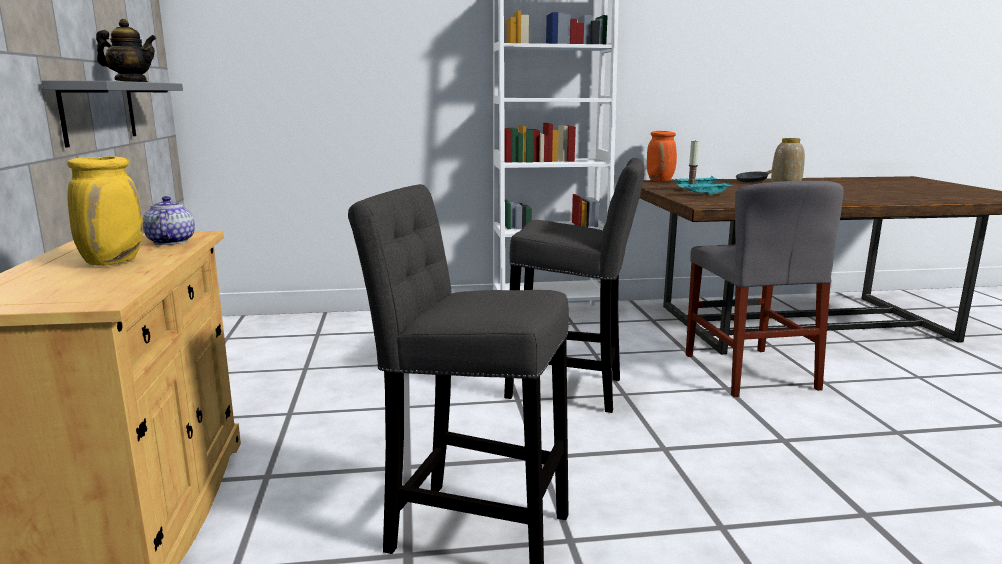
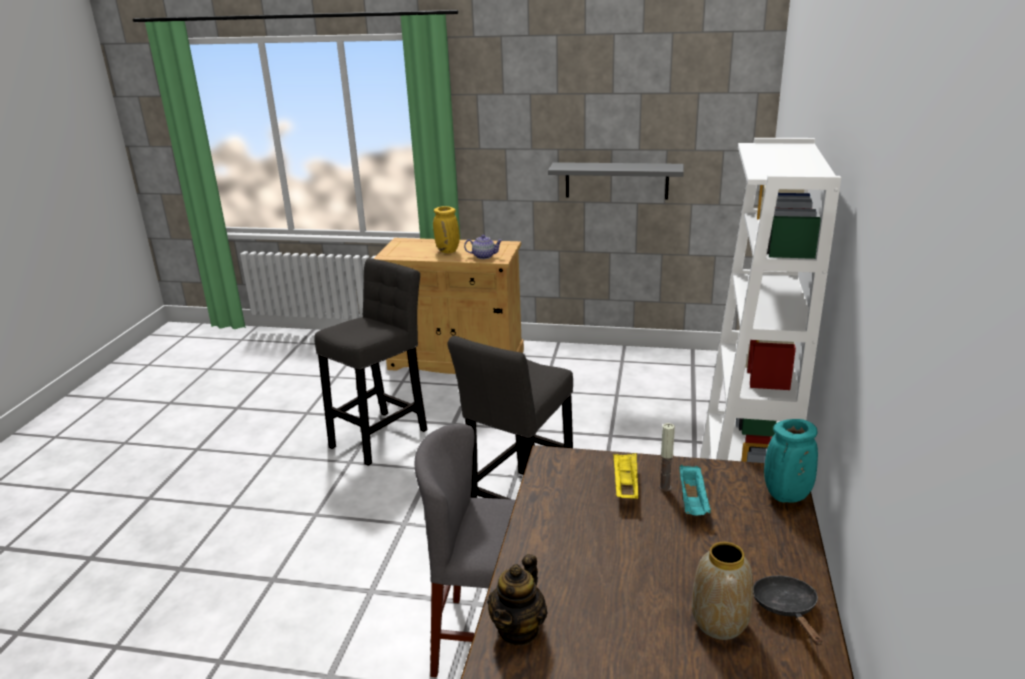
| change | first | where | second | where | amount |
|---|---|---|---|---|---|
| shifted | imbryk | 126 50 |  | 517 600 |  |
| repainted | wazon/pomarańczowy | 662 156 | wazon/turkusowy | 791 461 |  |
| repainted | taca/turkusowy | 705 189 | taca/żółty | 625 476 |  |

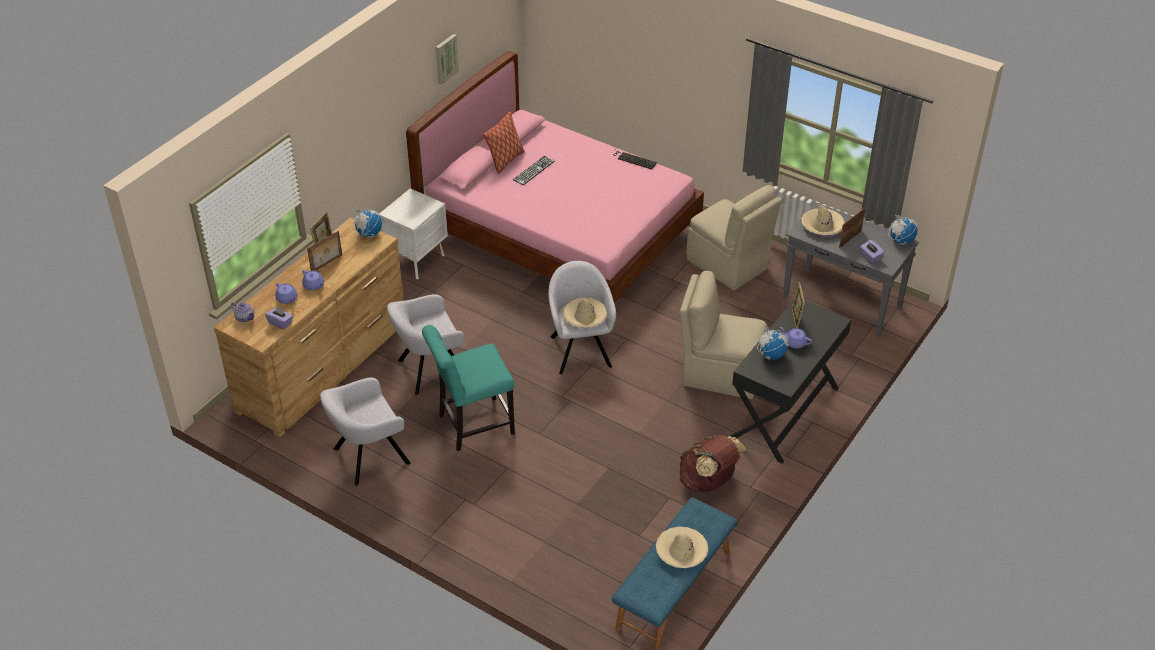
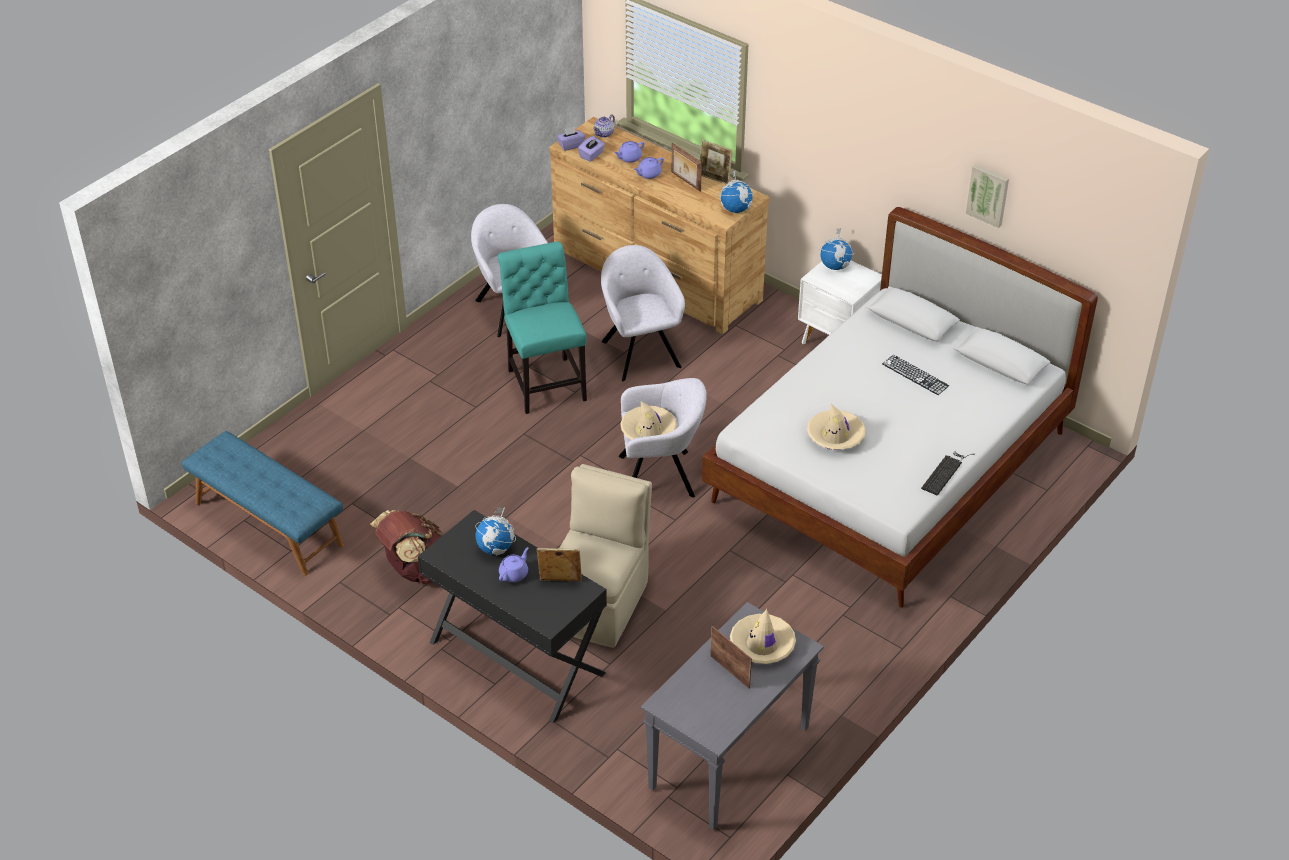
| change | first | where | second | where | amount |
|---|---|---|---|---|---|
| repainted | łóżko/różowy | 555 177 | łóżko/biały | 900 407 |  |
| gone | poduszka | 504 142 |  |  |  |
| gone | krzesło/beżowy | 734 237 |  |  |  |
| shifted | globus | 903 229 |  | 836 249 |  |
| shifted | pudełko chusteczek/fioletowy | 872 251 |  | 571 139 |  |
| shifted | kapelusz/beżowy | 682 547 |  | 836 427 |  |

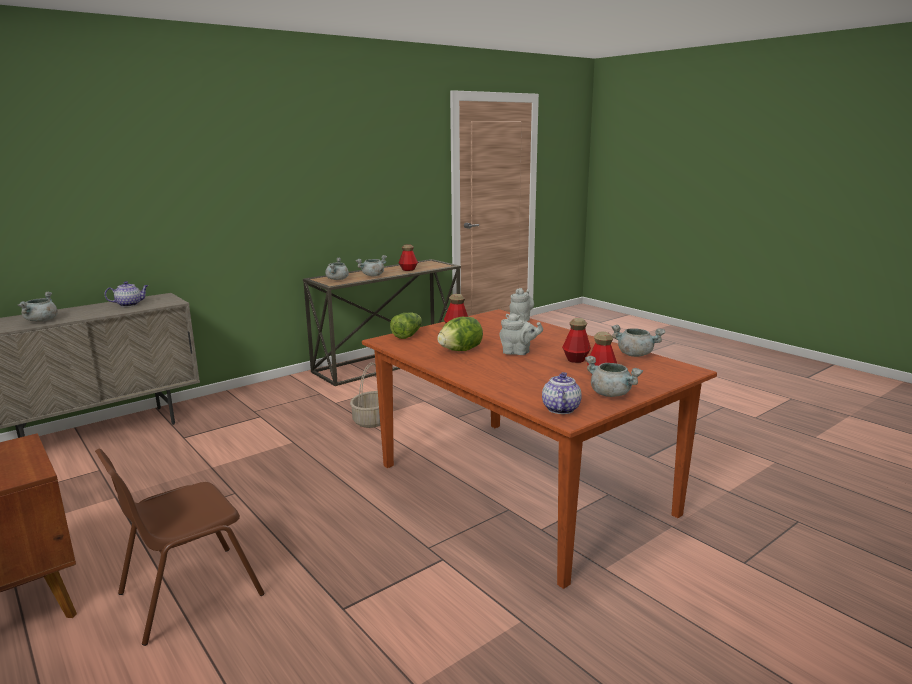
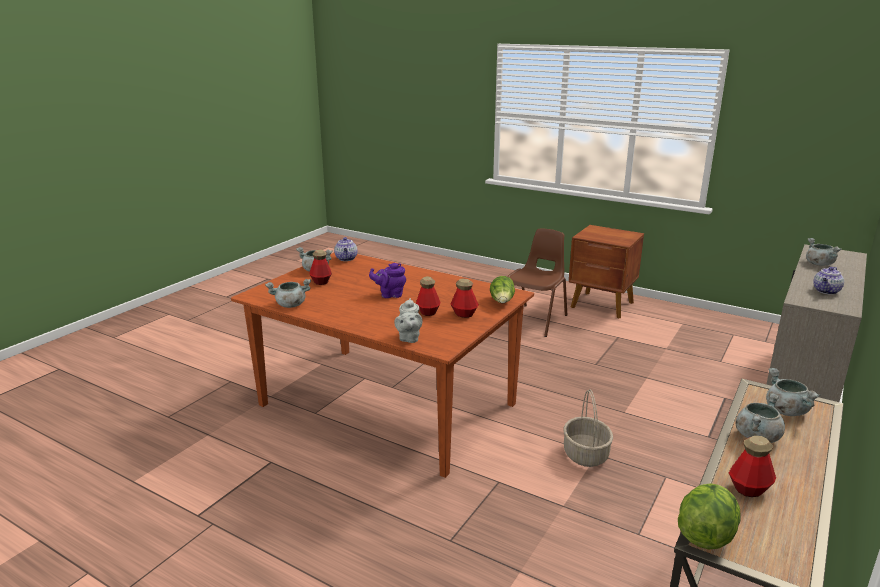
| change | first | where | second | where | amount |
|---|---|---|---|---|---|
| repainted | imbryk/szary | 521 334 | imbryk/fioletowy | 387 280 |  |
| shifted | sałata | 460 334 |  | 709 516 |  |
| shifted | butelka | 576 340 |  | 428 296 |  |

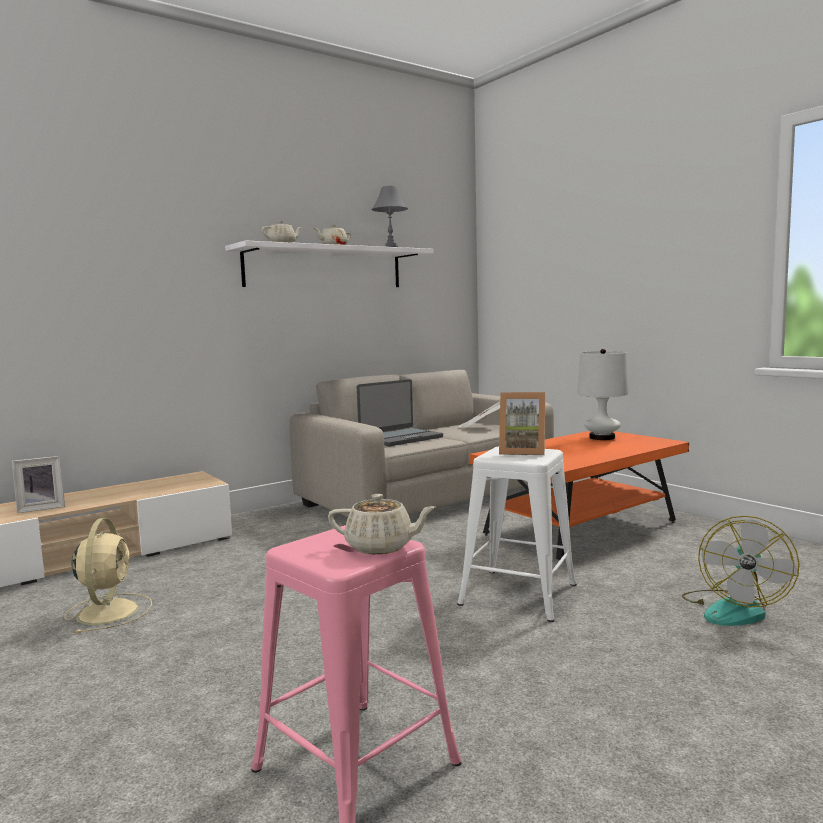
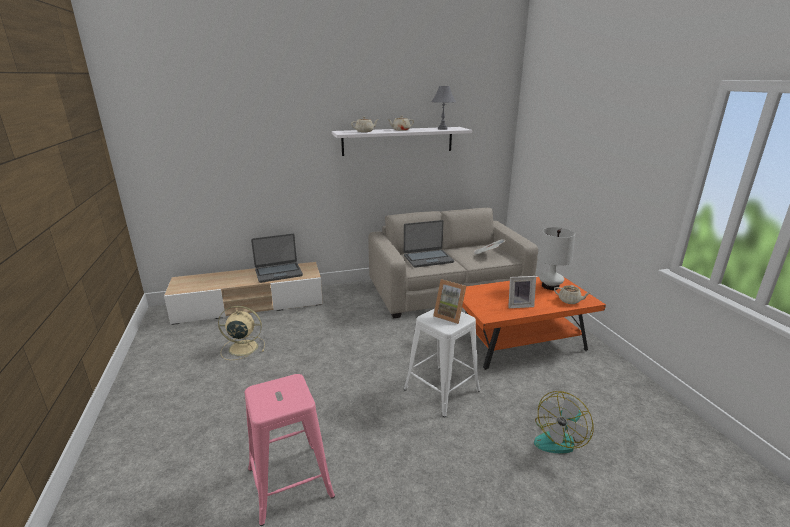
| change | first | where | second | where | amount |
|---|---|---|---|---|---|
| shifted | ramka na zdjęcie | 38 484 |  | 522 292 |  |
| shifted | imbryk/beżowy | 382 524 |  | 572 294 |  |
| rotated | wentylator/beżowy | 108 576 |  | 241 333 | 105 degrees counterclockwise |
| new |  |  | laptop | 277 258 |  |

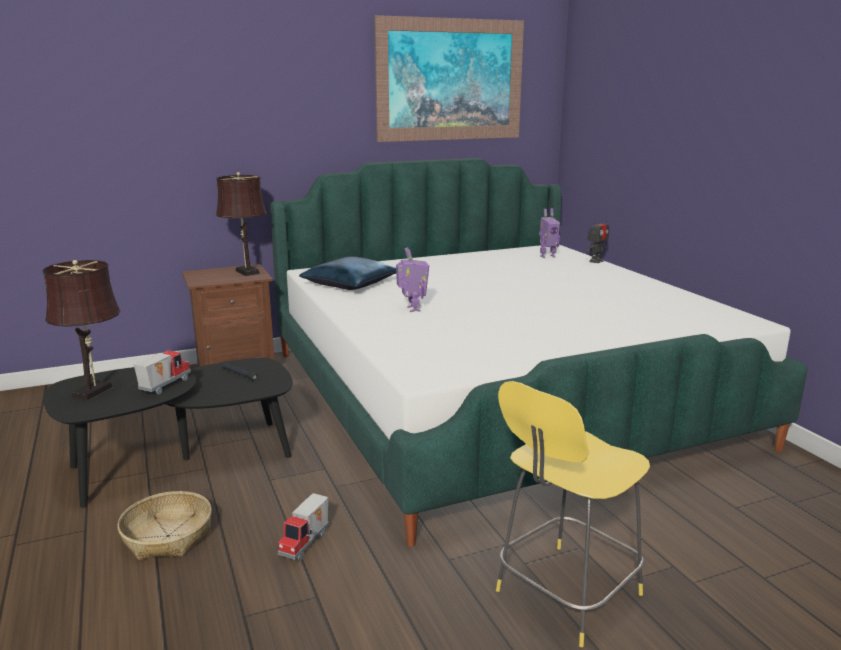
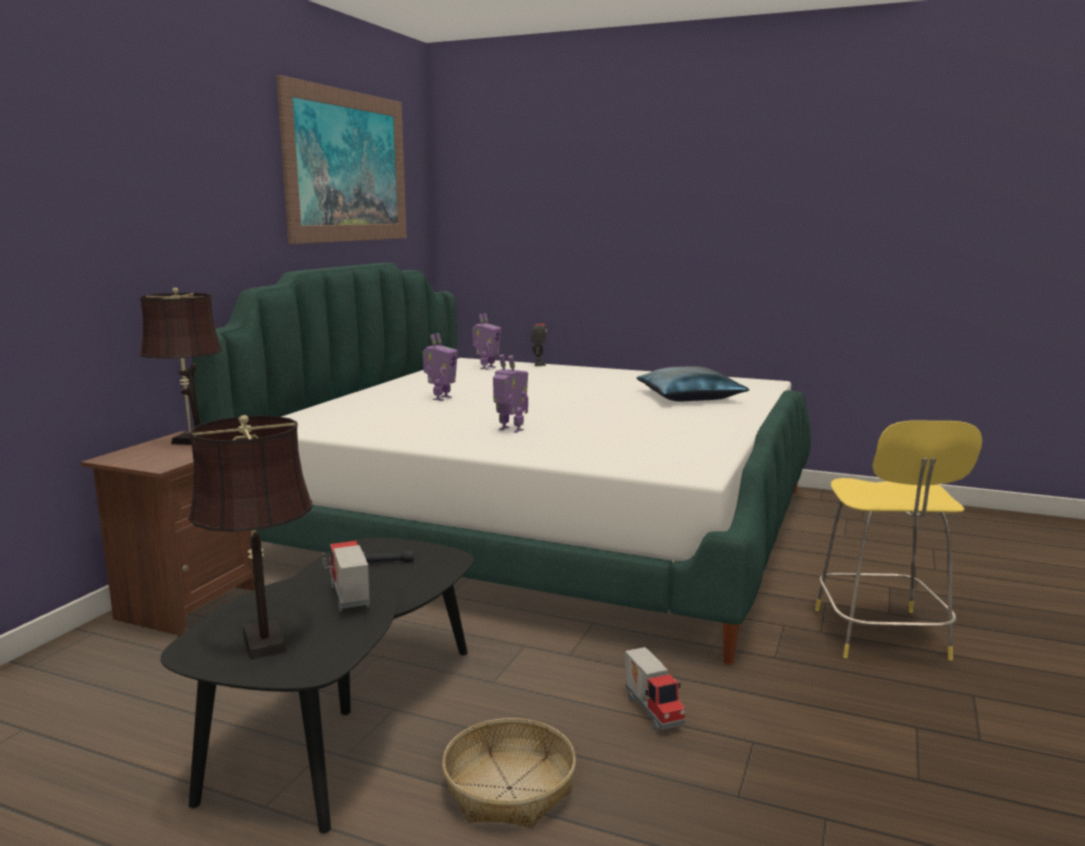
| change | first | where | second | where | amount |
|---|---|---|---|---|---|
| shifted | poduszka/niebieski | 347 273 |  | 692 384 |  |
| new |  |  | robot zabawkowy | 440 367 |  |

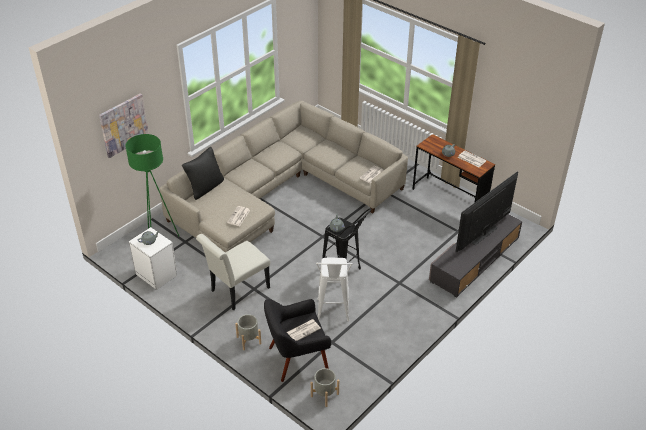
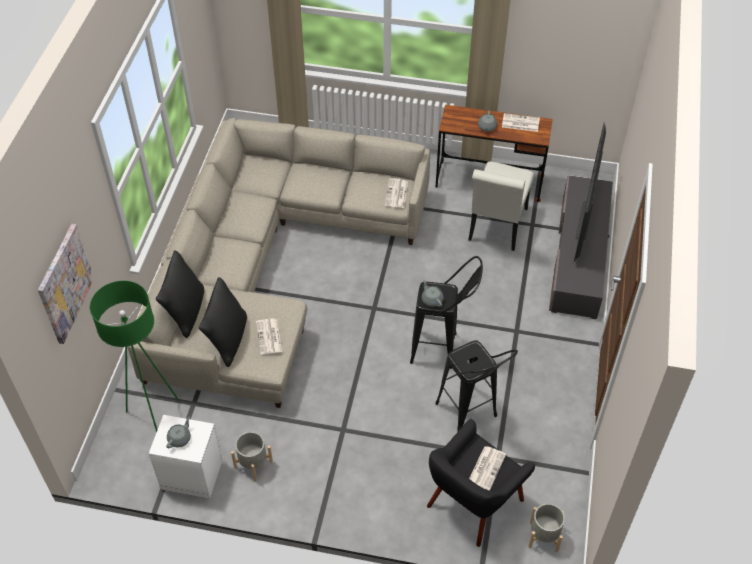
| change | first | where | second | where | amount |
|---|---|---|---|---|---|
| shifted | krzesło/biały | 233 272 |  | 501 206 |  |
| repainted | stołek/biały | 334 289 | stołek/czarny | 476 385 |  |
| shifted | donica/szary | 248 332 |  | 252 456 |  |
| new |  |  | poduszka/czarny | 223 322 |  |

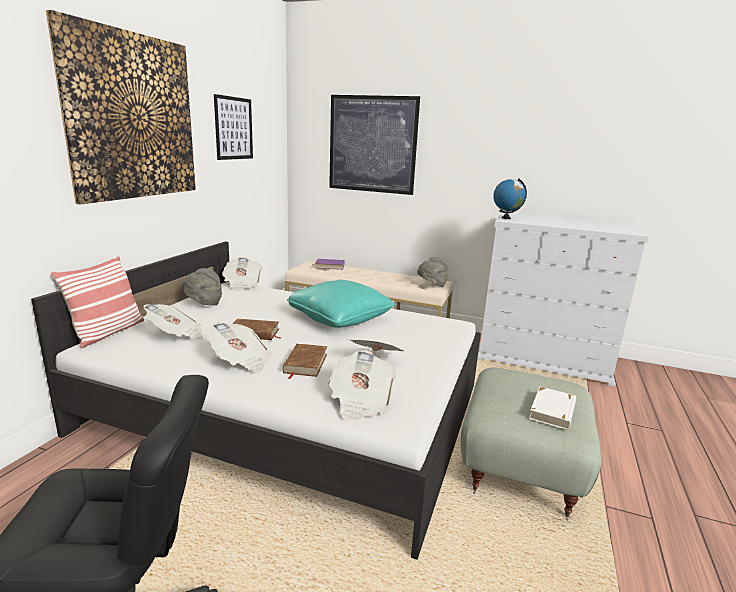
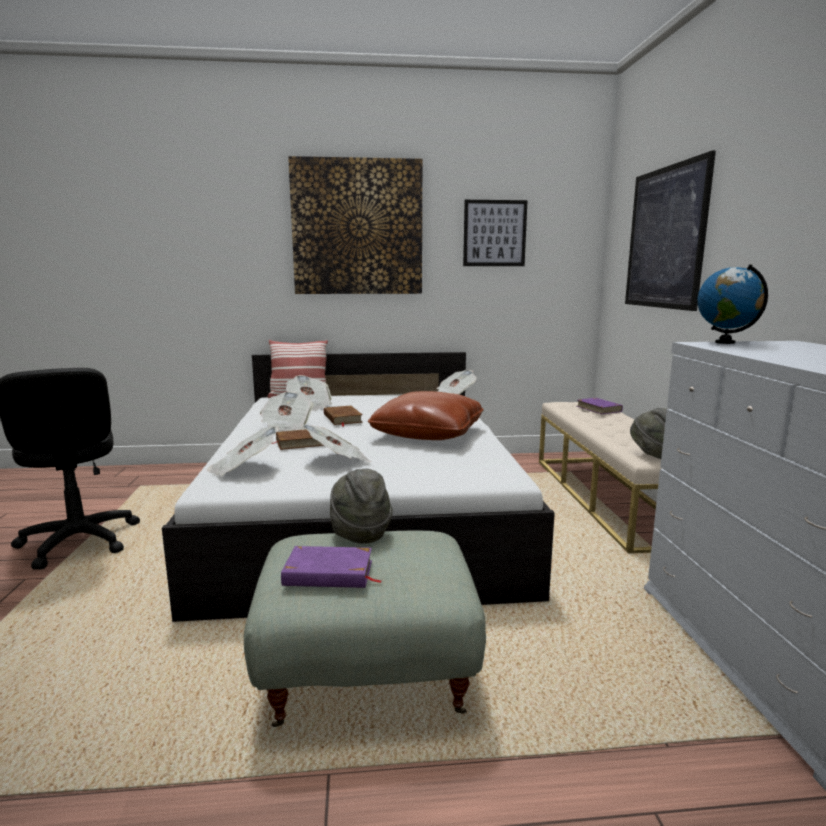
| change | first | where | second | where | amount |
|---|---|---|---|---|---|
| shifted | kapelusz/szary | 202 287 |  | 361 506 |  |
| repainted | poduszka/turkusowy | 341 304 | poduszka/brązowy | 425 415 |  |
| repainted | książka/biały | 552 408 | książka/fioletowy | 331 567 |  |

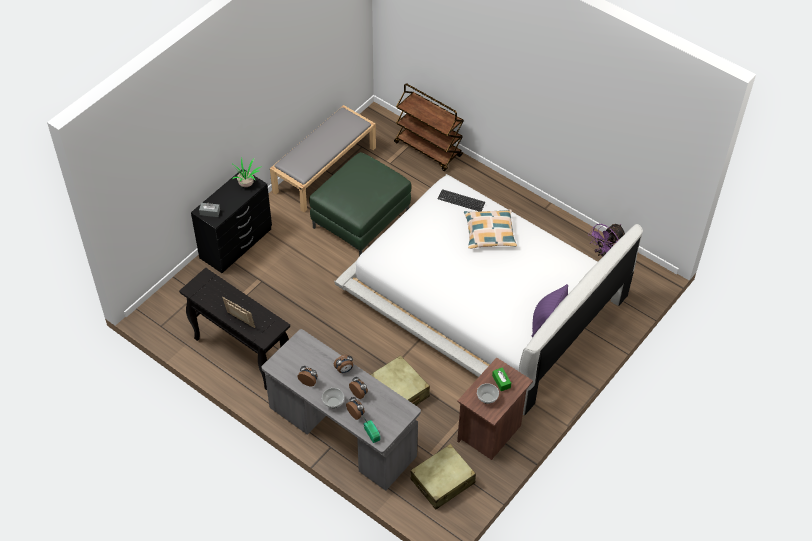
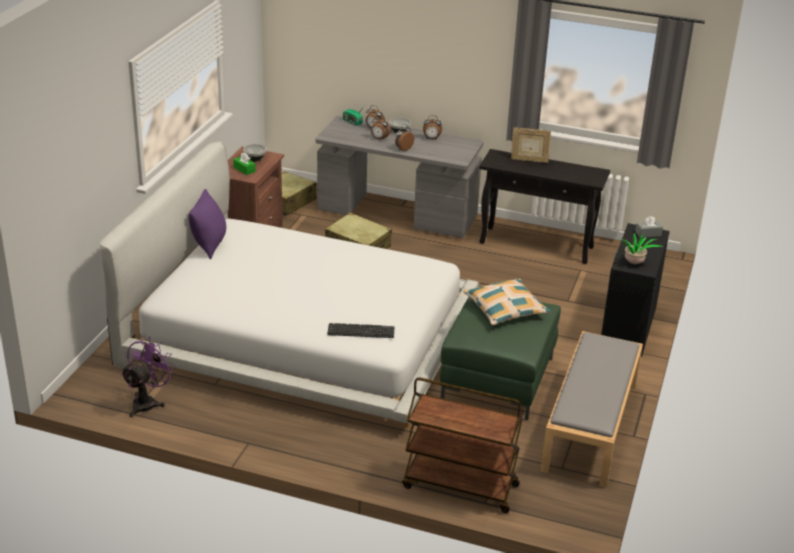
| change | first | where | second | where | amount |
|---|---|---|---|---|---|
| shifted | poduszka | 490 229 |  | 507 302 |  |

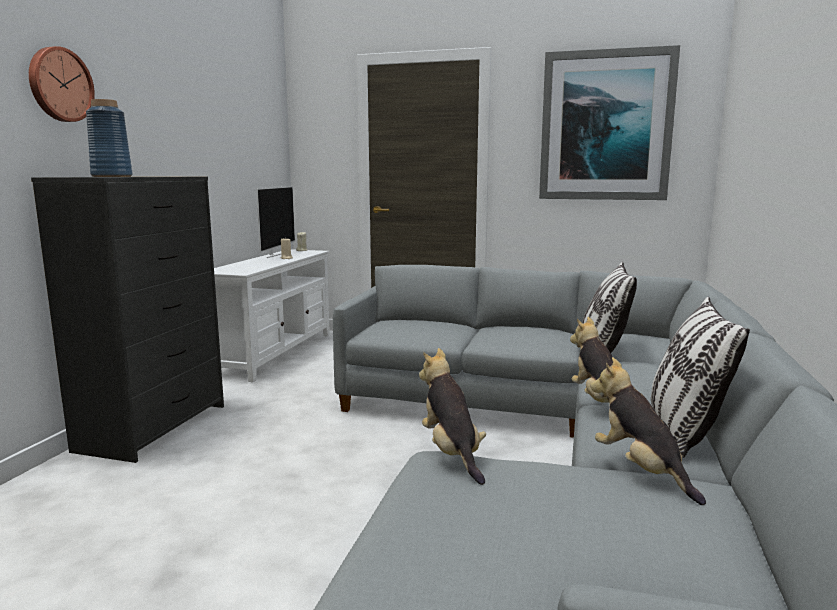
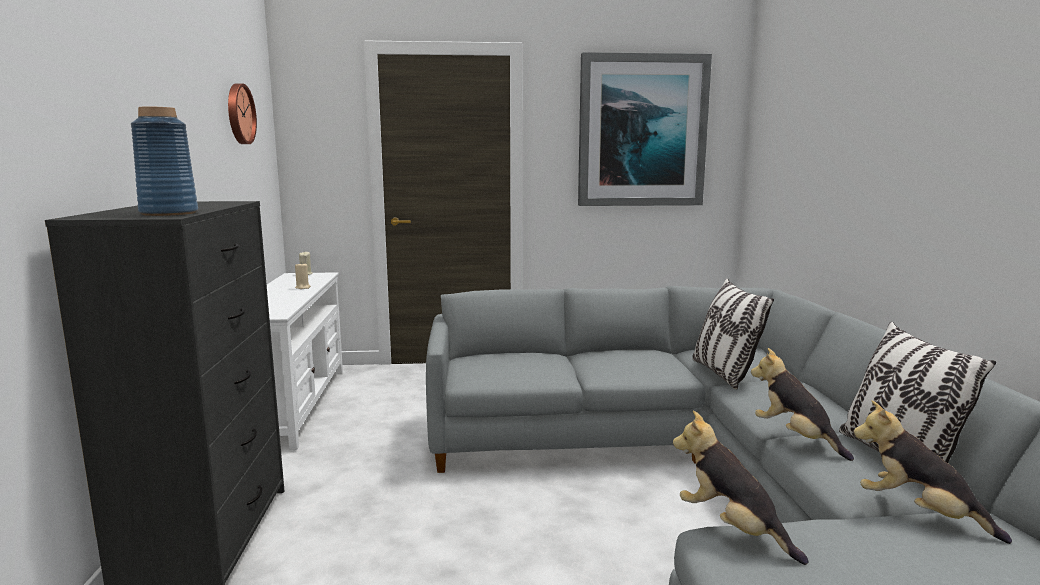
| change | first | where | second | where | amount |
|---|---|---|---|---|---|
| shifted | zegar ścienny | 62 84 |  | 242 114 |  |
| gone | telewizor | 275 222 |  |  |  |

